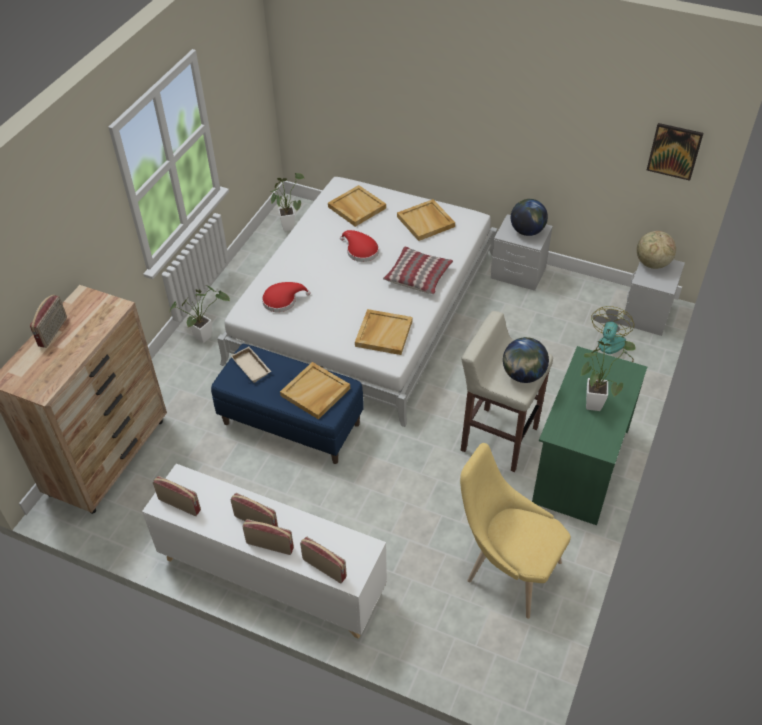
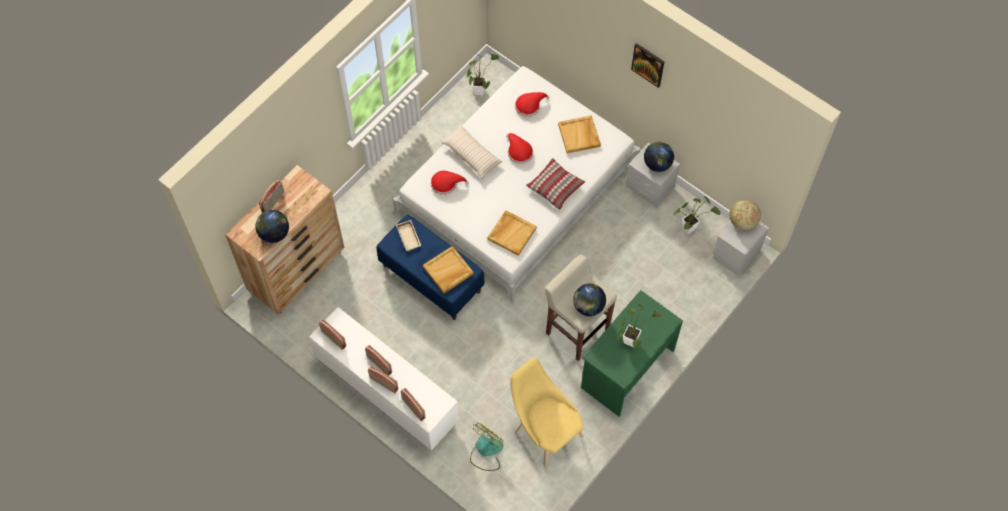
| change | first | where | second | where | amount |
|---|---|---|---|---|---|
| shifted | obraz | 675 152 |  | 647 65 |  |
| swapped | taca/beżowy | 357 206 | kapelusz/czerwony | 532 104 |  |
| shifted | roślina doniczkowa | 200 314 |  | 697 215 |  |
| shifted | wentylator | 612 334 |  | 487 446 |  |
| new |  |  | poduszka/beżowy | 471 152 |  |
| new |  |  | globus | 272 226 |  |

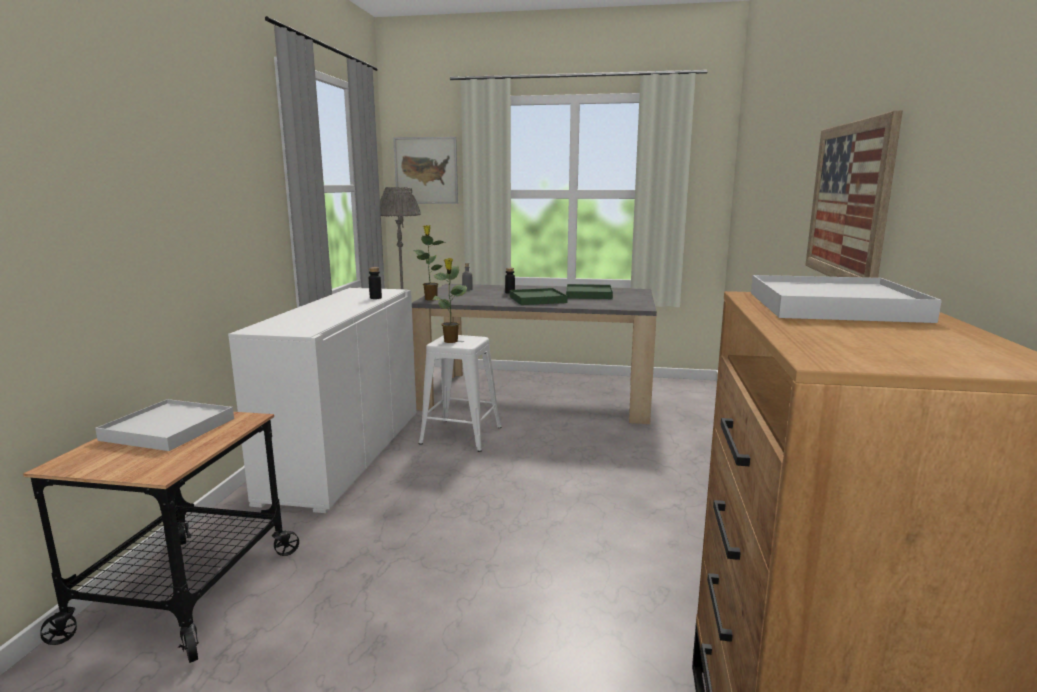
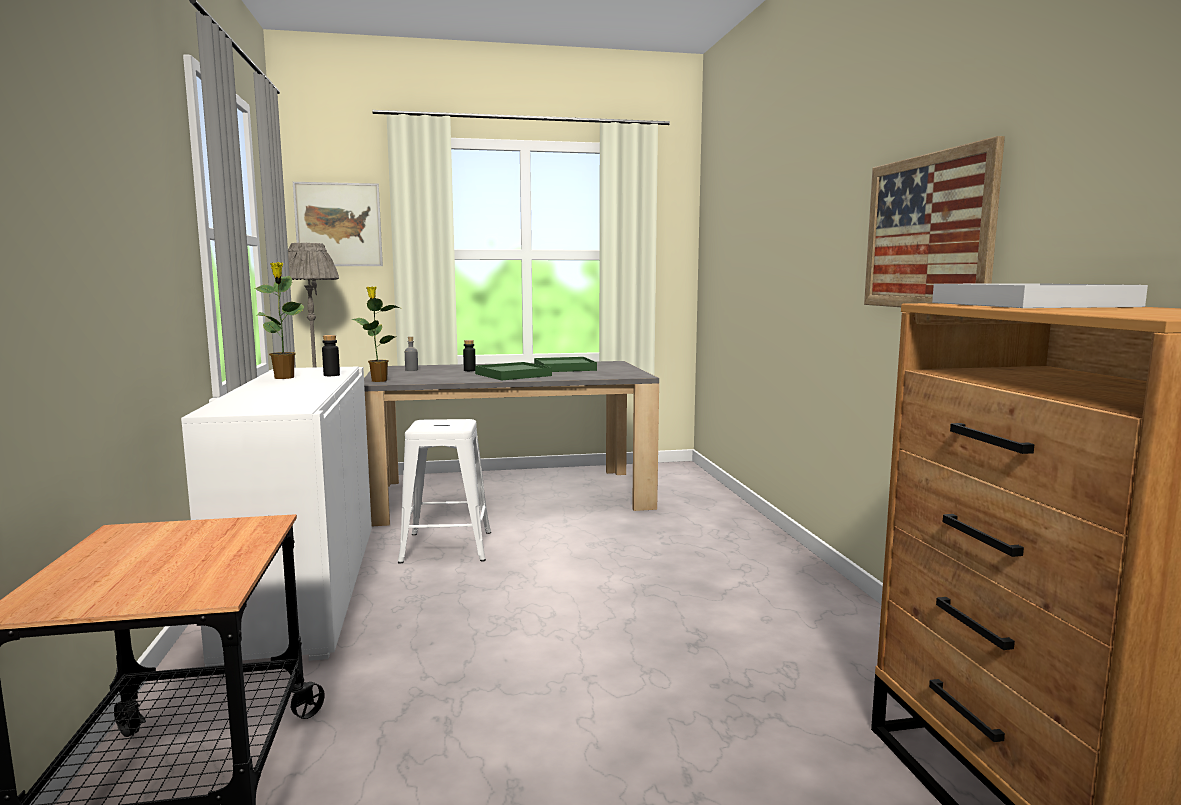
| change | first | where | second | where | amount |
|---|---|---|---|---|---|
| shifted | roślina doniczkowa | 449 300 |  | 279 320 |  |
| gone | taca/biały | 164 425 |  |  |  |

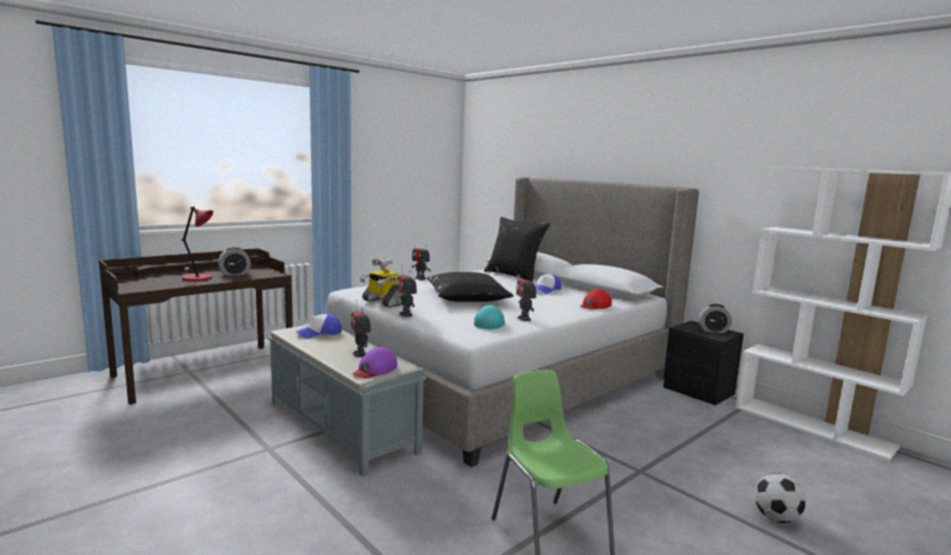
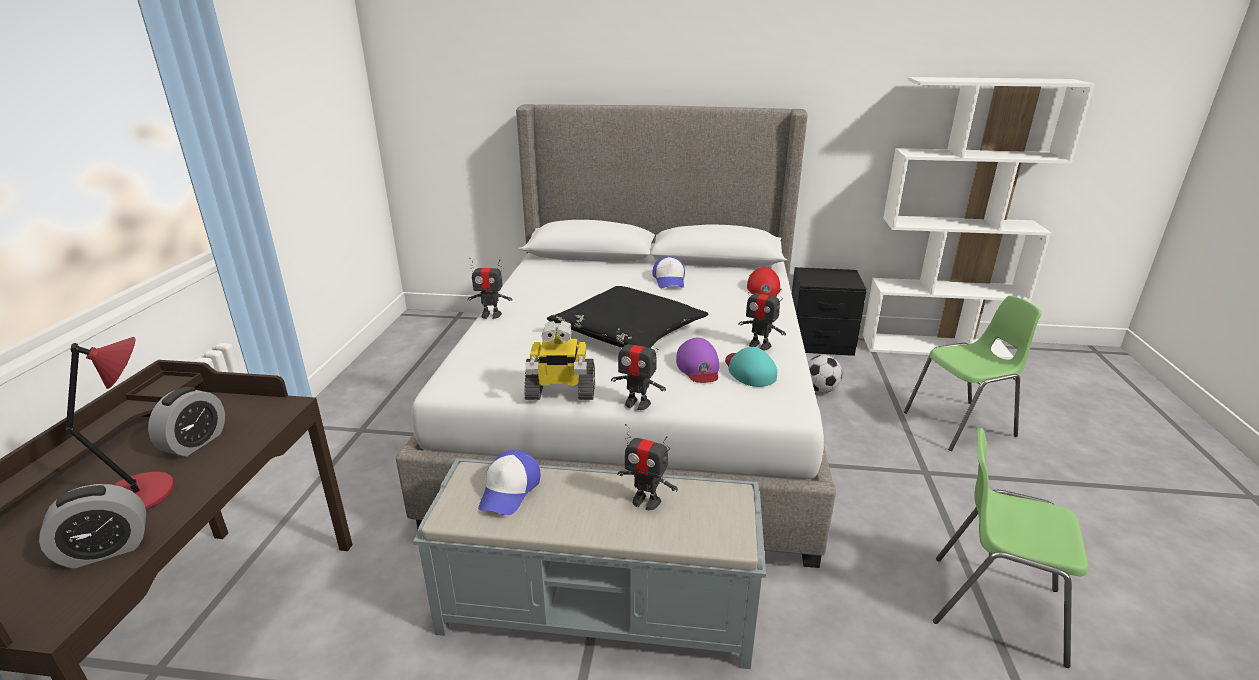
| change | first | where | second | where | amount |
|---|---|---|---|---|---|
| gone | poduszka/czarny | 517 249 |  |  |  |
| shifted | budzik | 715 318 |  | 92 526 |  |
| shifted | czapka z daszkiem/fioletowy | 375 362 |  | 697 360 |  |
| shifted | piłka futbolowa | 780 498 |  | 825 374 |  |
| new |  |  | krzesło/zielony | 973 373 |  |

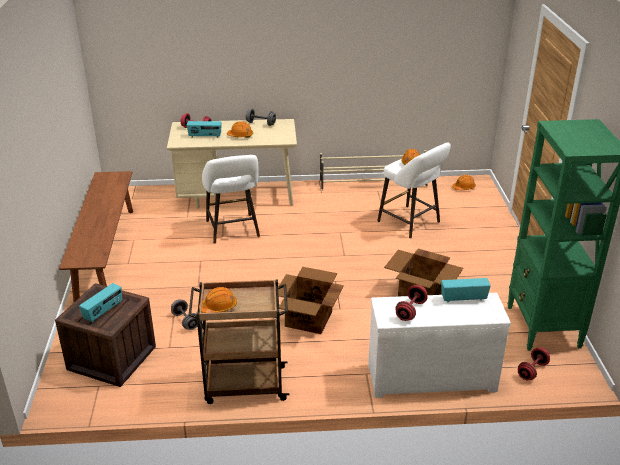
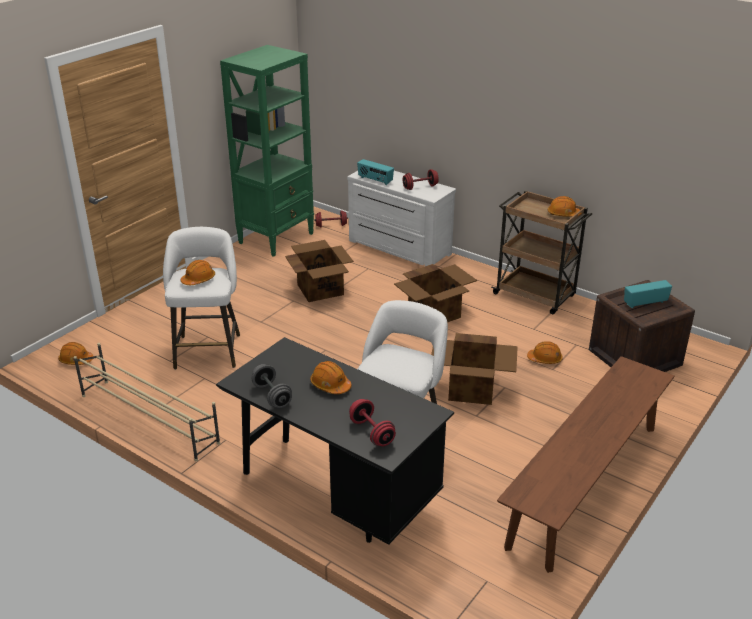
| change | first | where | second | where | amount |
|---|---|---|---|---|---|
| repainted | biurko/beżowy | 232 164 | biurko/czarny | 335 441 |  |
| gone | radio | 204 129 |  |  |  |
| swapped | hantel/szary | 184 314 | kask/pomarańczowy | 545 352 |  |
| new |  |  | karton | 474 369 |  |

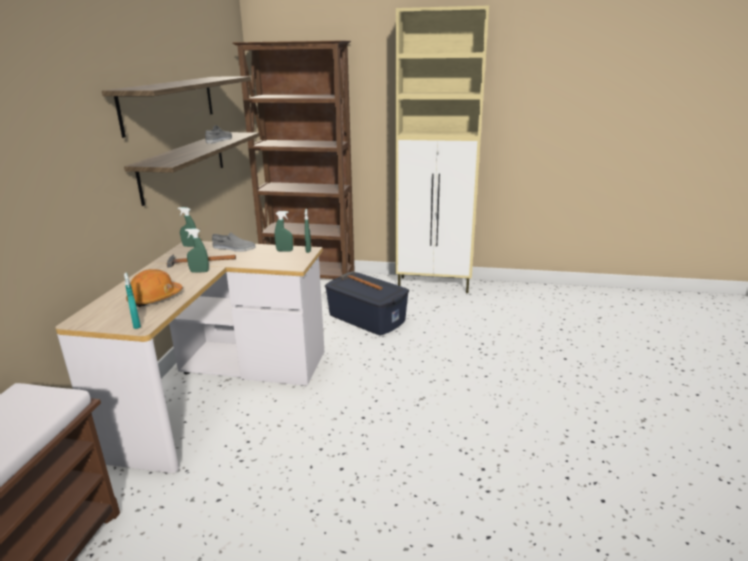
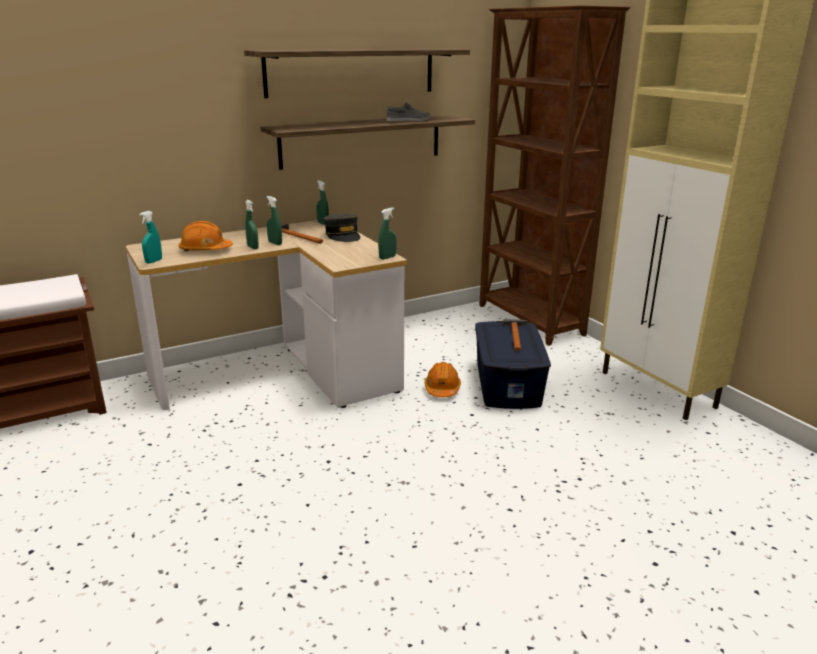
| change | first | where | second | where | amount |
|---|---|---|---|---|---|
| shifted | spryskiwacz/zielony | 283 231 |  | 252 224 |  |
| swapped | but/szary | 234 242 | czapka z daszkiem/szary | 342 228 |  |
| new |  |  | kask/pomarańczowy | 442 379 |  |

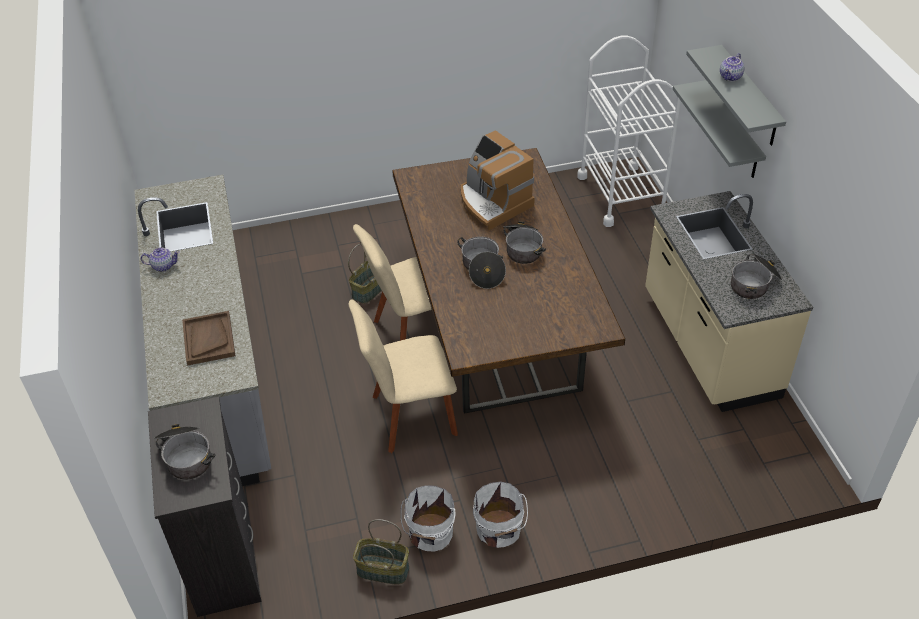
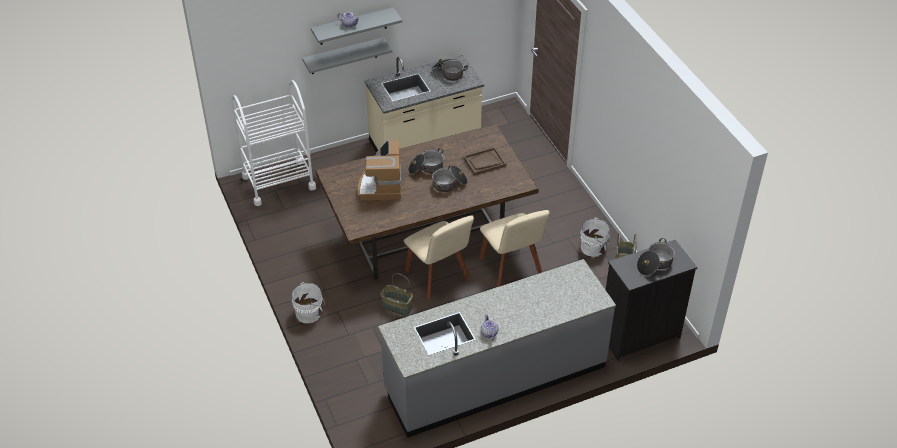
| change | first | where | second | where | amount |
|---|---|---|---|---|---|
| rotated | ekspres do kawy | 498 180 |  | 379 170 | 135 degrees clockwise |
| shifted | taca/brązowy | 208 338 |  | 484 161 |  |
| shifted | wiadro/biały | 500 515 |  | 308 303 |  |

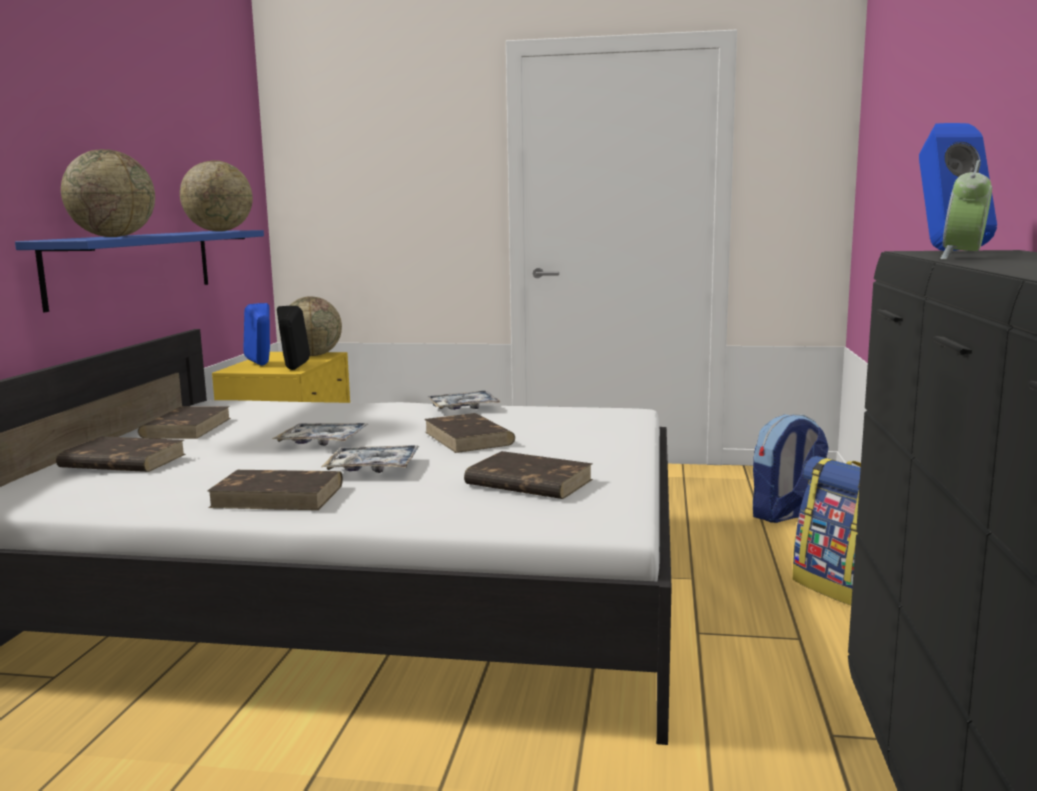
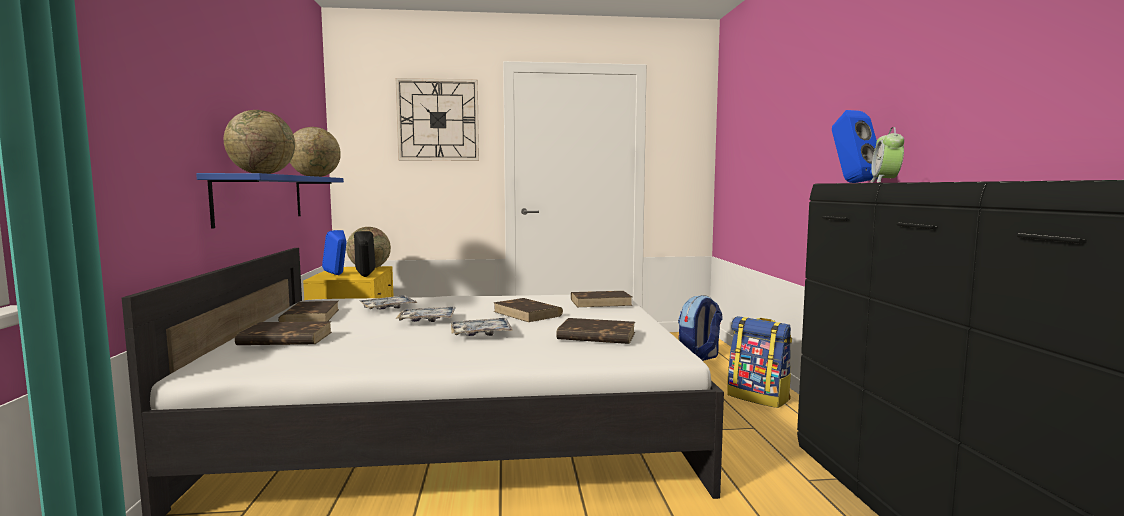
| change | first | where | second | where | amount |
|---|---|---|---|---|---|
| shifted | taca | 464 400 |  | 388 302 |  |
| shifted | książka/brązowy | 275 490 |  | 602 299 |  |
| new |  |  | zegar ścienny | 437 119 |  |

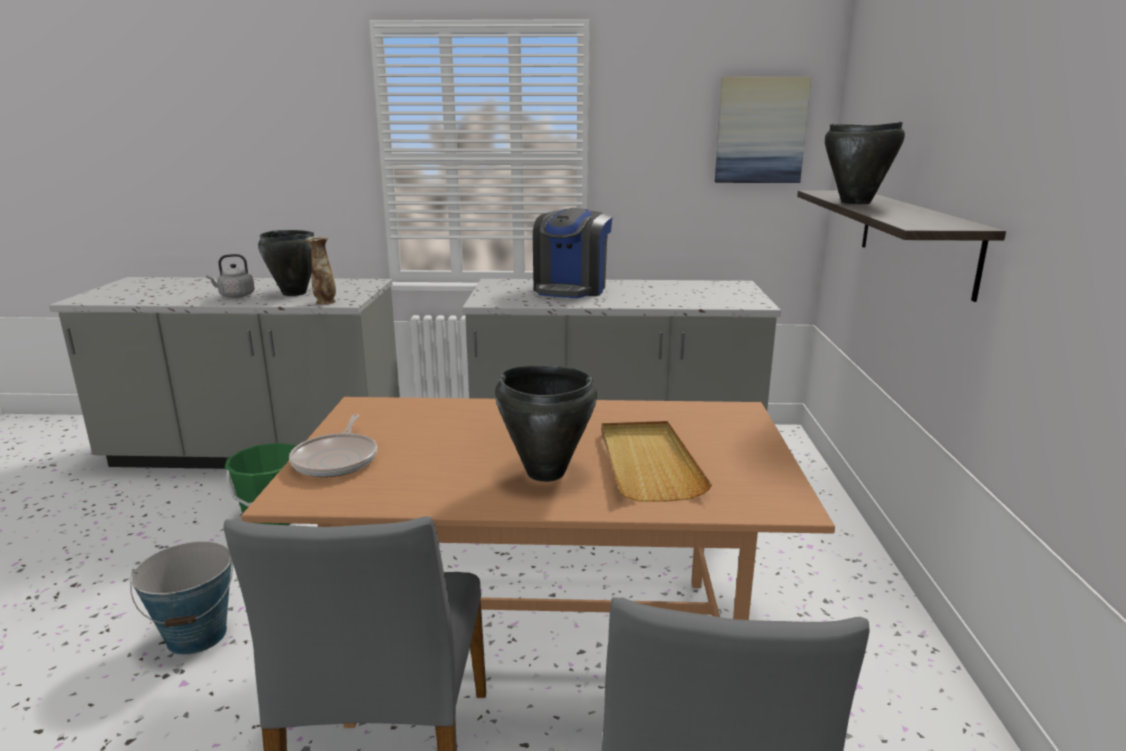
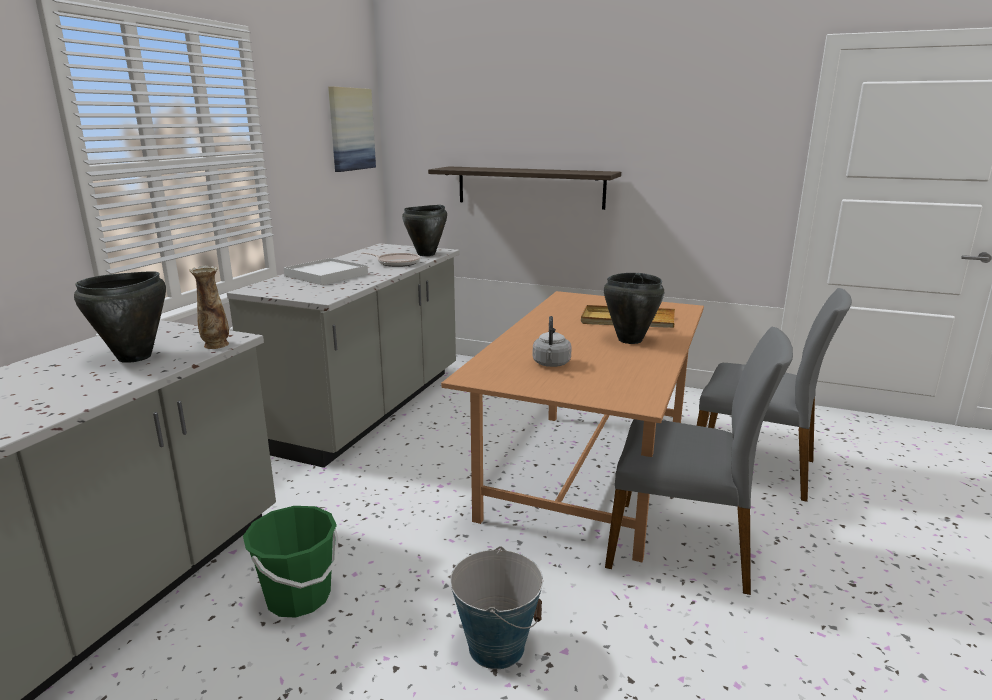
| change | first | where | second | where | amount |
|---|---|---|---|---|---|
| shifted | garnek/czarny | 865 163 |  | 424 230 |  |
| swapped | ekspres do kawy | 573 253 | taca/biały | 325 271 |  |
| shifted | czajnik/szary | 230 276 |  | 552 341 |  |
| shifted | patelnia | 333 445 |  | 390 259 |  |

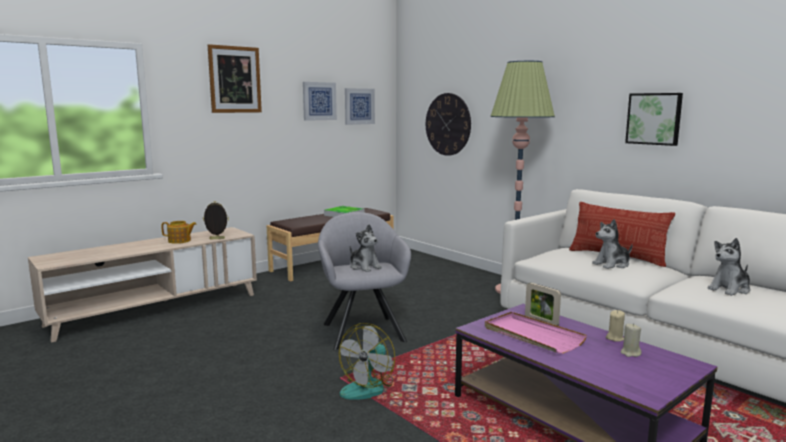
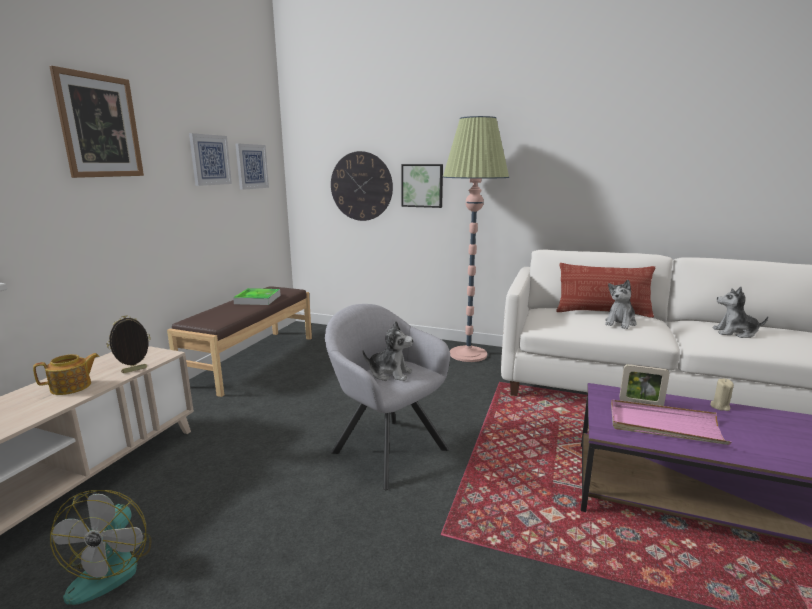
| change | first | where | second | where | amount |
|---|---|---|---|---|---|
| shifted | obraz | 654 119 |  | 422 186 |  |
| rotated | pluszak | 729 267 |  | 740 312 | 75 degrees clockwise |
| shifted | wentylator | 367 361 |  | 100 547 |  |
| gone | świeca/beżowy | 631 340 |  |  |  |

